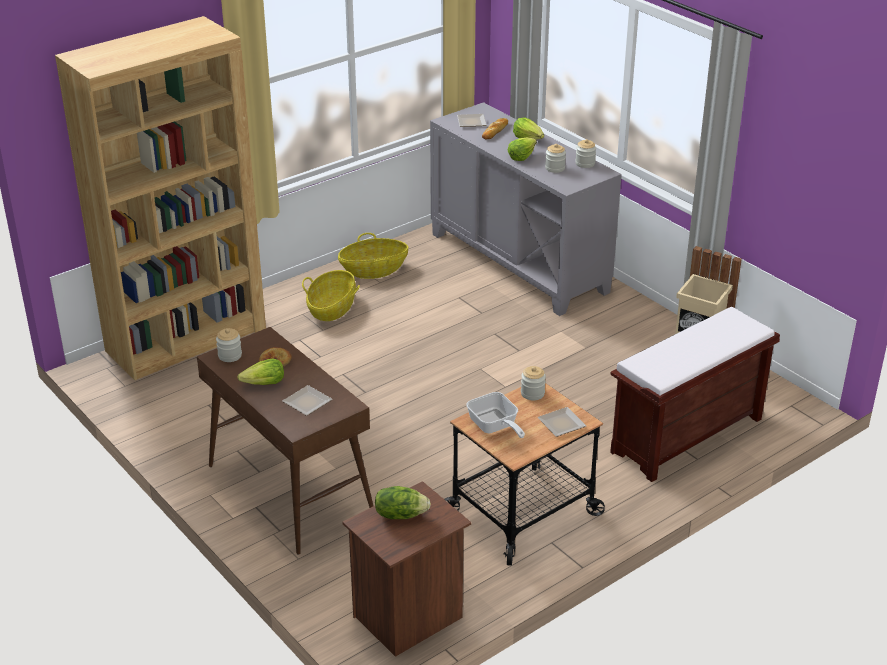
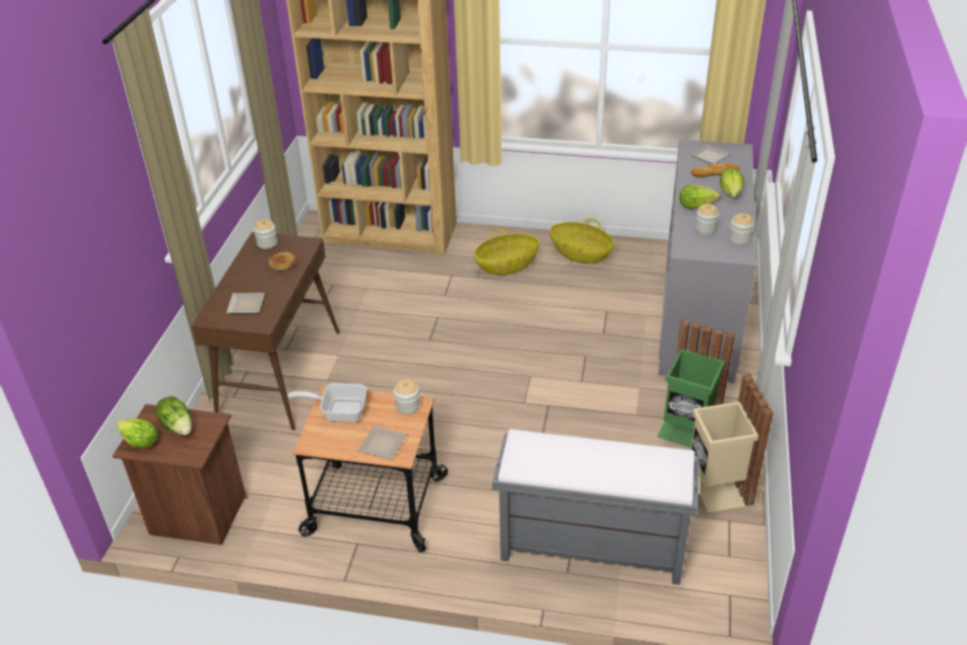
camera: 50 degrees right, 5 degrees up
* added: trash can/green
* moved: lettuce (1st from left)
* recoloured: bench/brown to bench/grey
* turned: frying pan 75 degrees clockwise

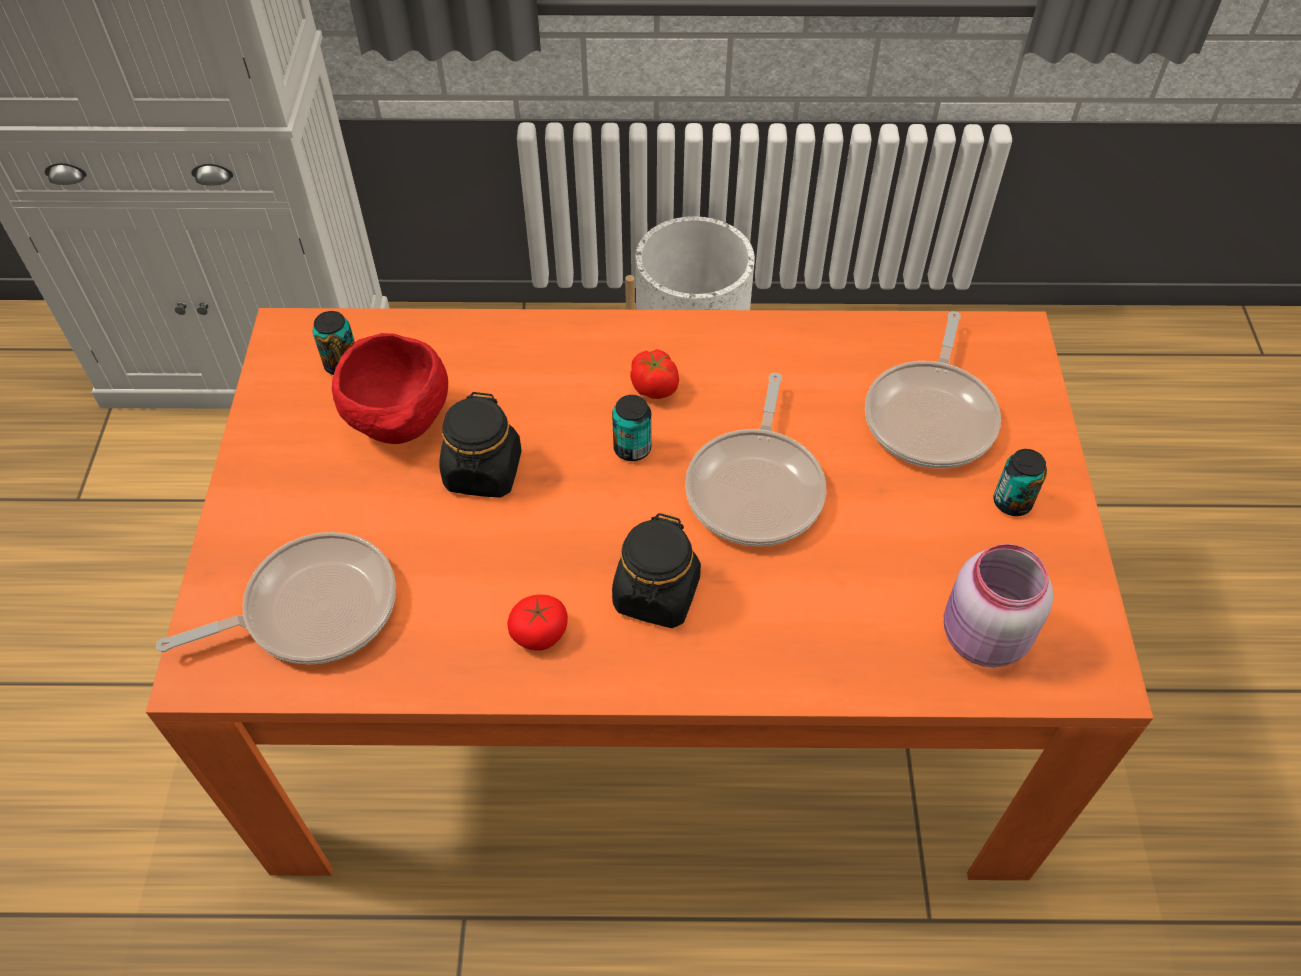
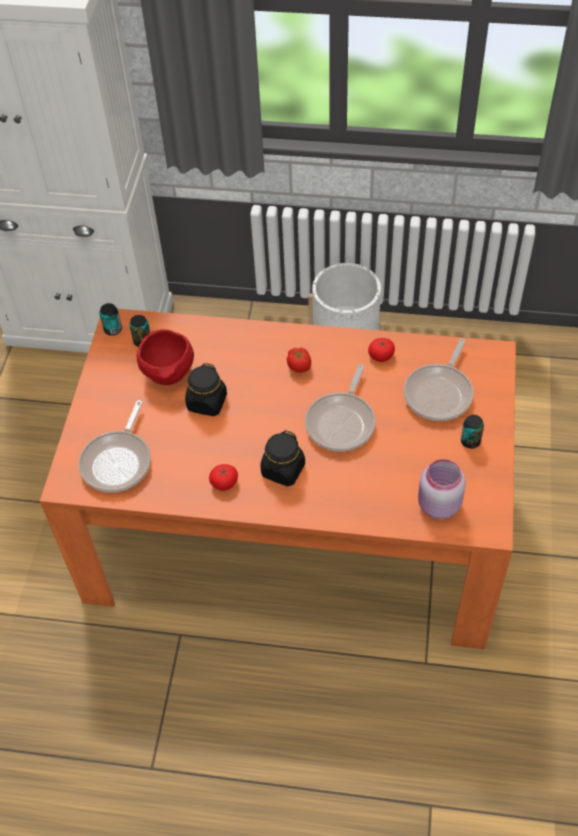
camera: 10 degrees right, 0 degrees up
* added: tomato (3rd from left)
* moved: can (2nd from left in the first image) to can (1st from left)
* turned: frying pan (1st from left) 120 degrees clockwise

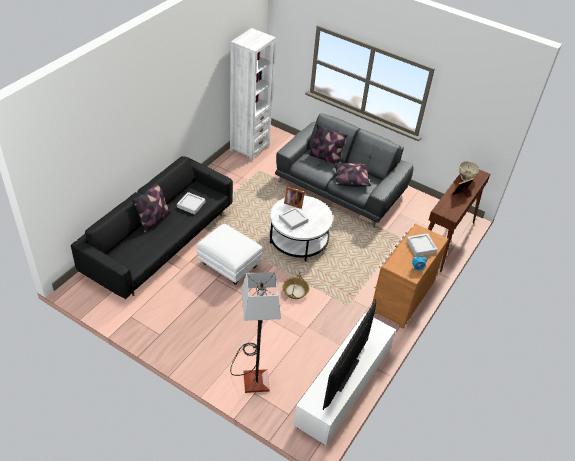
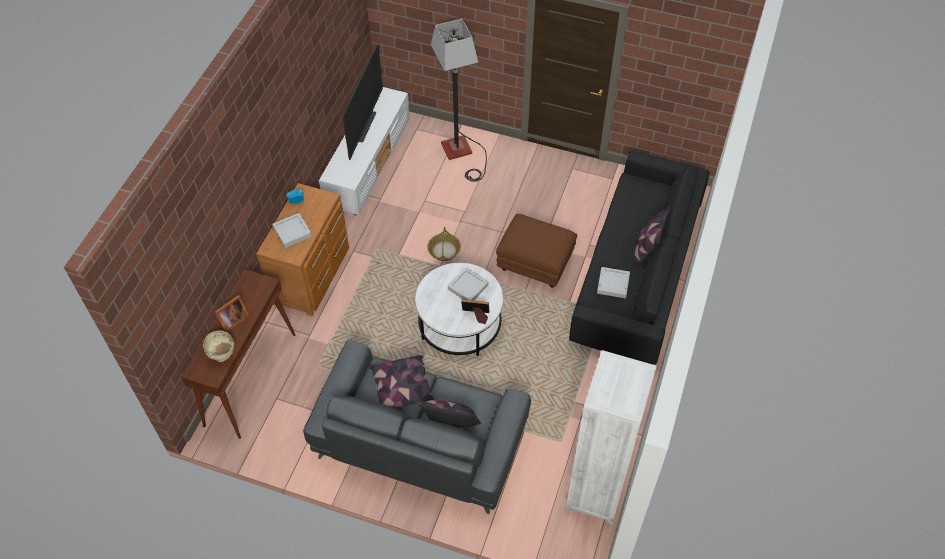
camera: 170 degrees right, 10 degrees up
* recoloured: ottoman/white to ottoman/brown

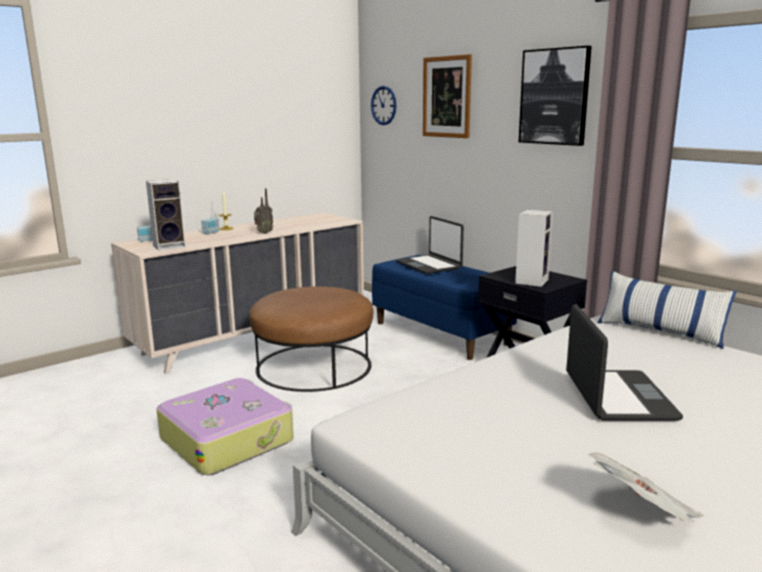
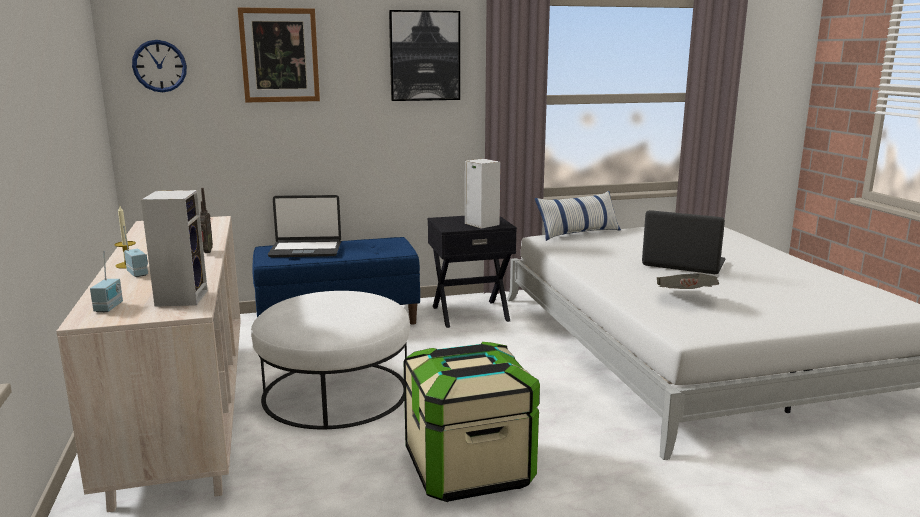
camera: 65 degrees left, 0 degrees up
* moved: newspaper
* replaced: suitcase to storage box
* recoloured: ottoman/brown to ottoman/white

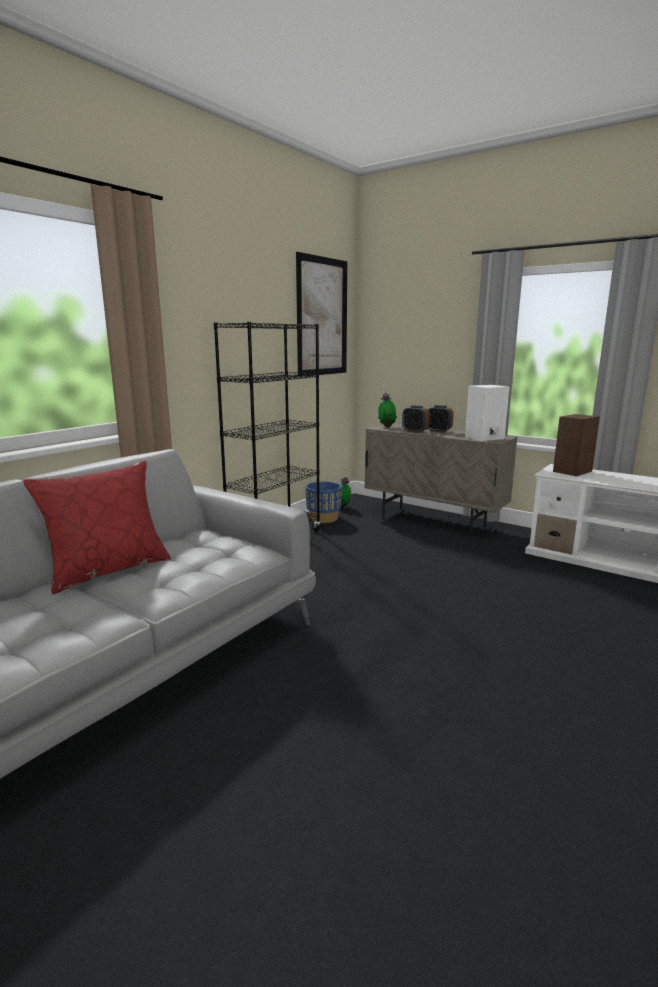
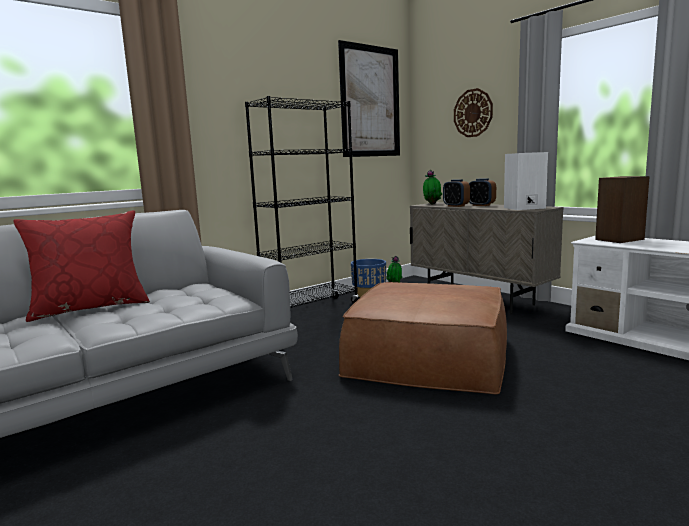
camera: 15 degrees right, 5 degrees down
* added: ottoman/brown
* added: wall clock

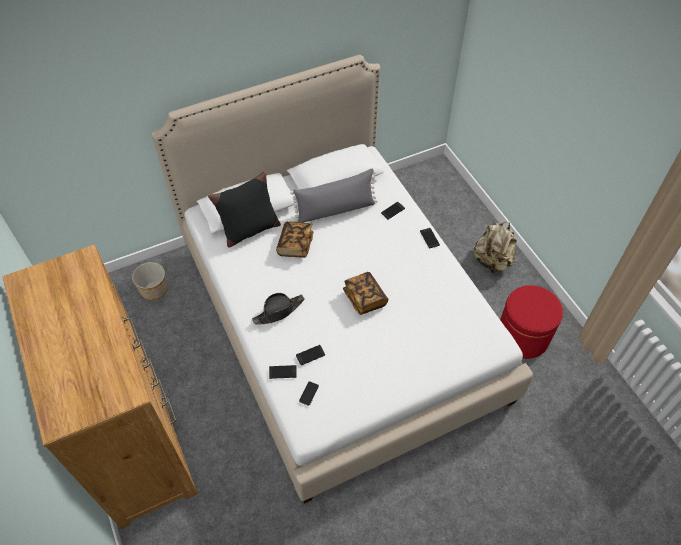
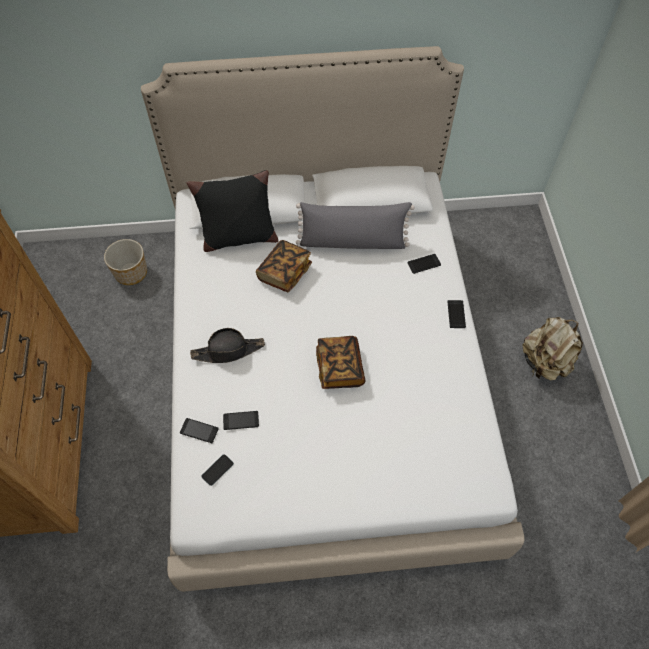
camera: 20 degrees right, 5 degrees up
* removed: ottoman/red

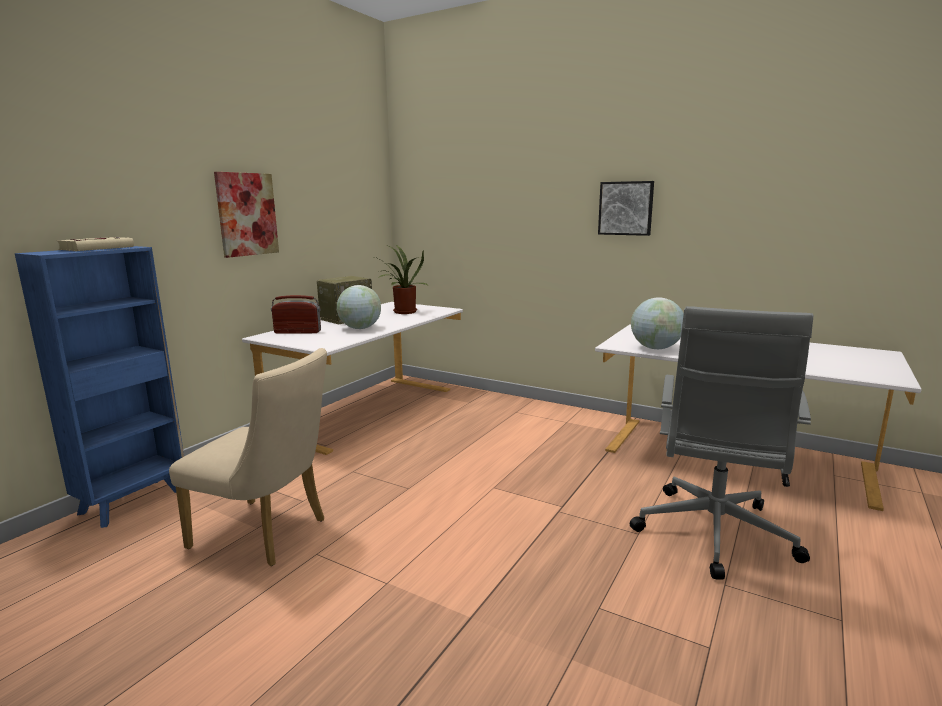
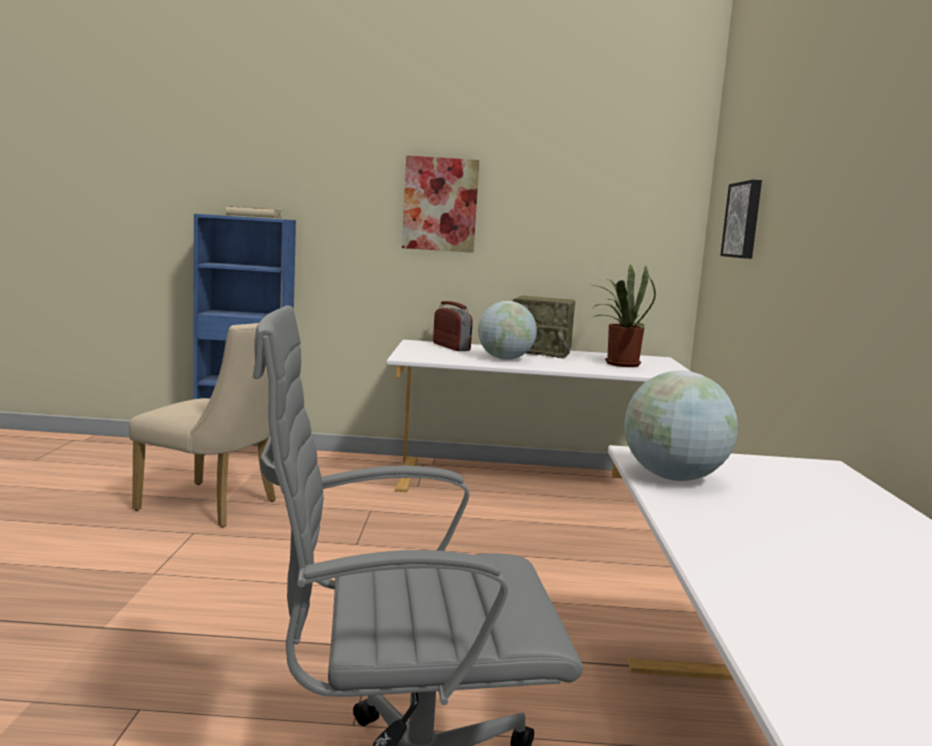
camera: 60 degrees right, 5 degrees down
* moved: picture (2nd from left)
* turned: chair/beige 60 degrees counterclockwise

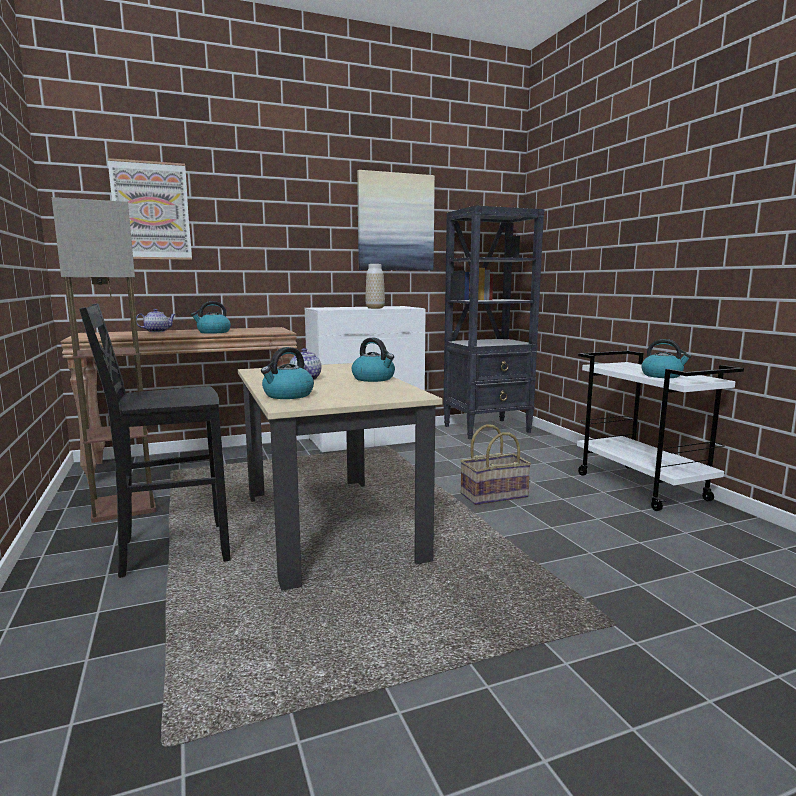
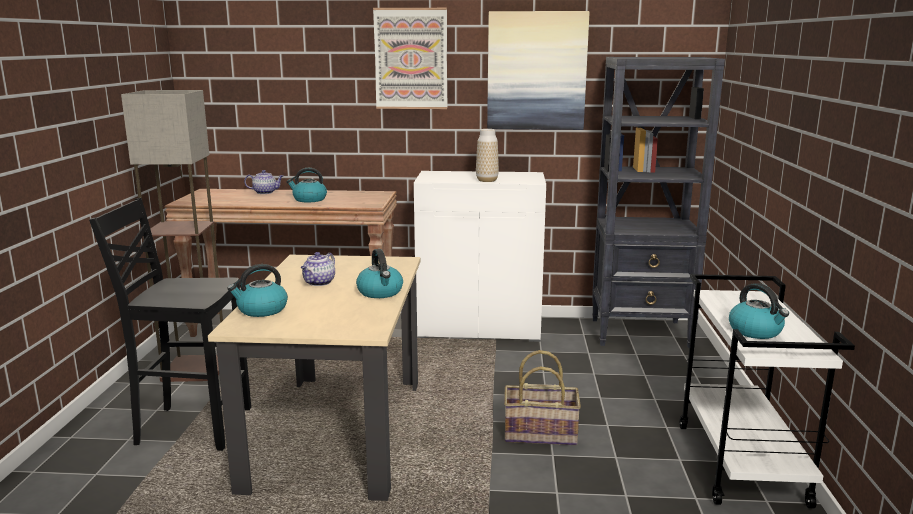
camera: 25 degrees right, 5 degrees up
* moved: picture (1st from left)

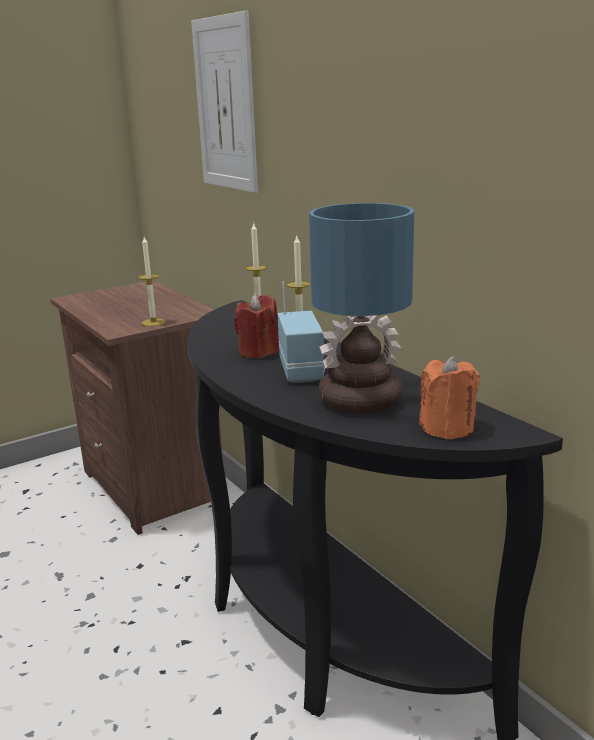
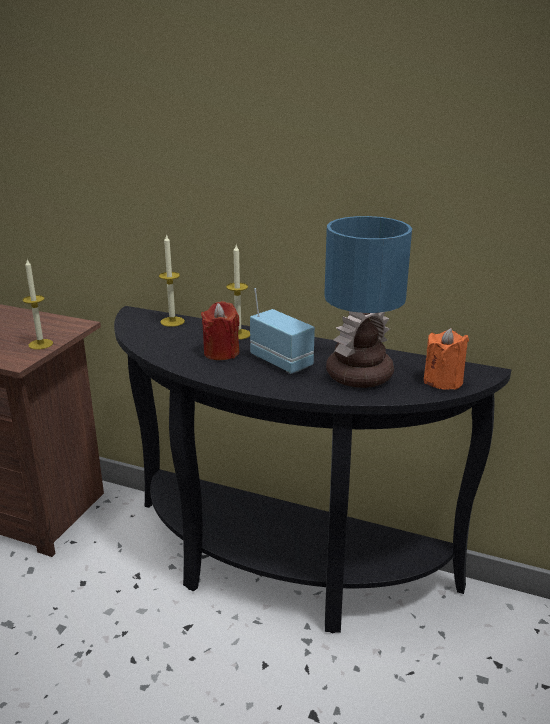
camera: 35 degrees left, 5 degrees up
* removed: picture

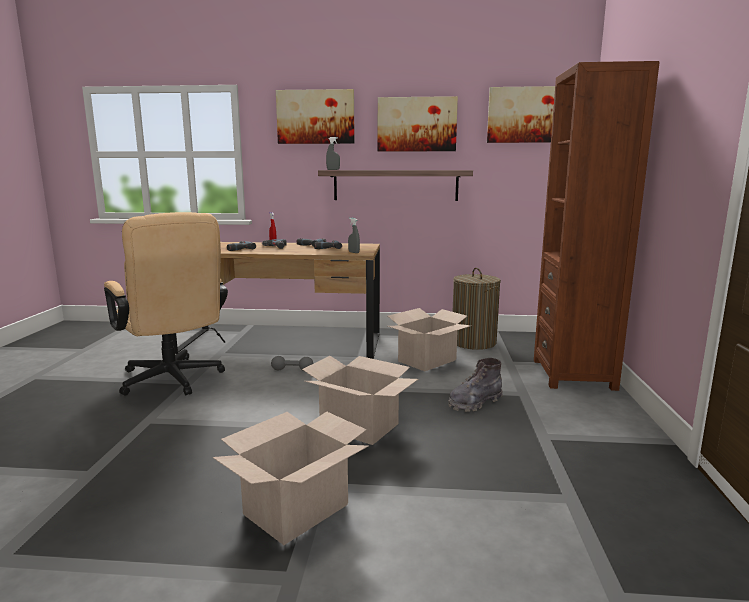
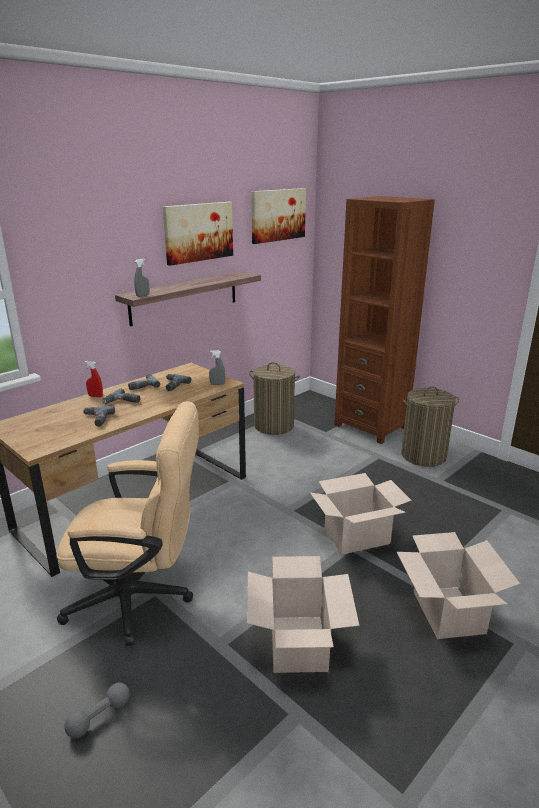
camera: 50 degrees left, 10 degrees up
* removed: picture (1st from left)
* removed: boot/grey
* added: laundry basket (2nd from left)
* moved: dumbbell/grey
* moved: cardboard box (3rd from left in the first image) to cardboard box (1st from left)

